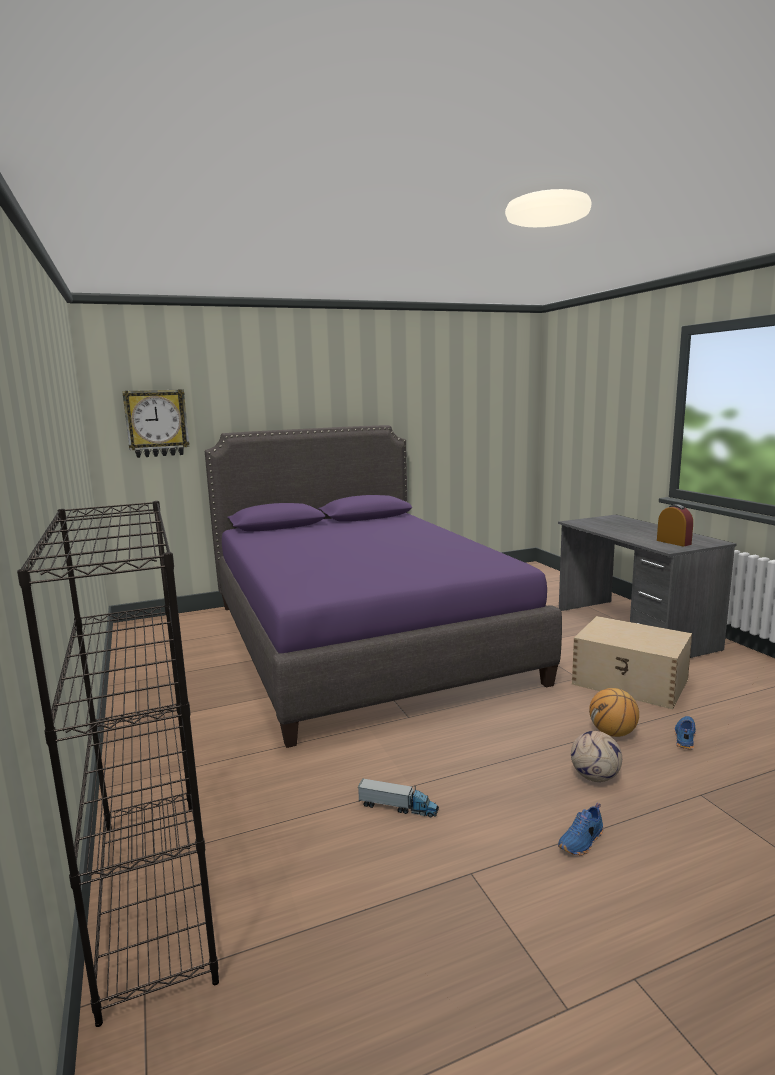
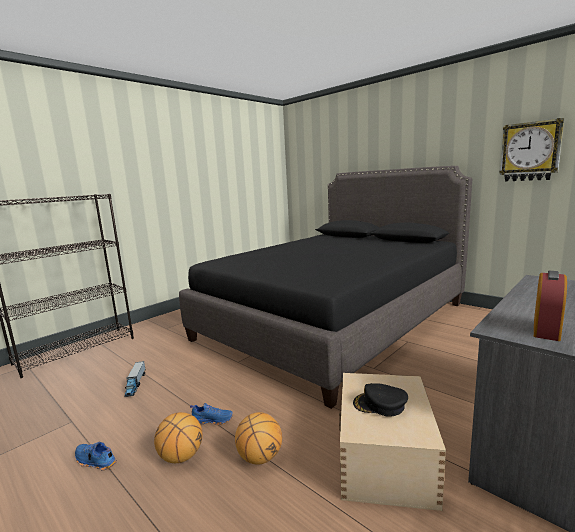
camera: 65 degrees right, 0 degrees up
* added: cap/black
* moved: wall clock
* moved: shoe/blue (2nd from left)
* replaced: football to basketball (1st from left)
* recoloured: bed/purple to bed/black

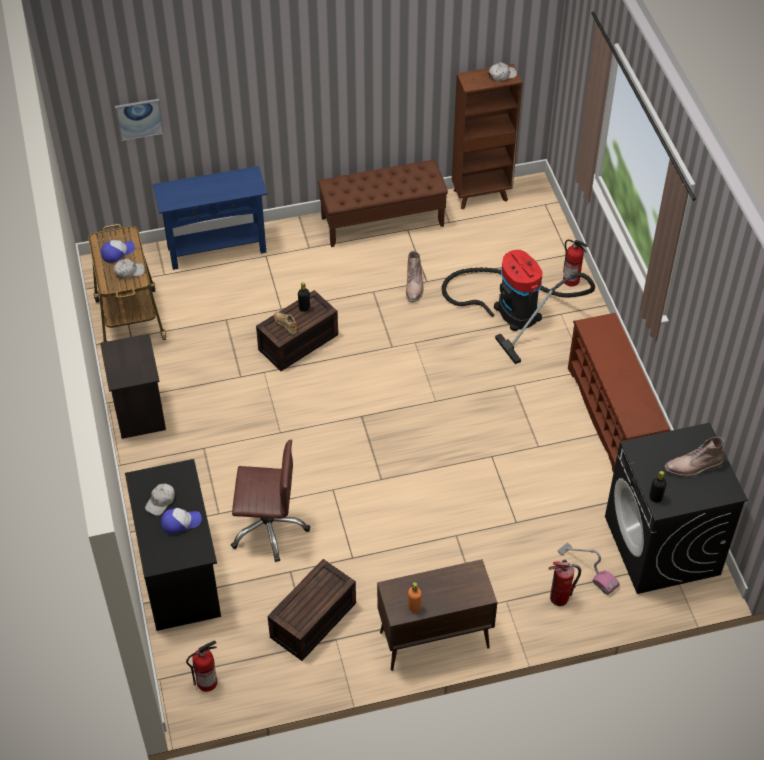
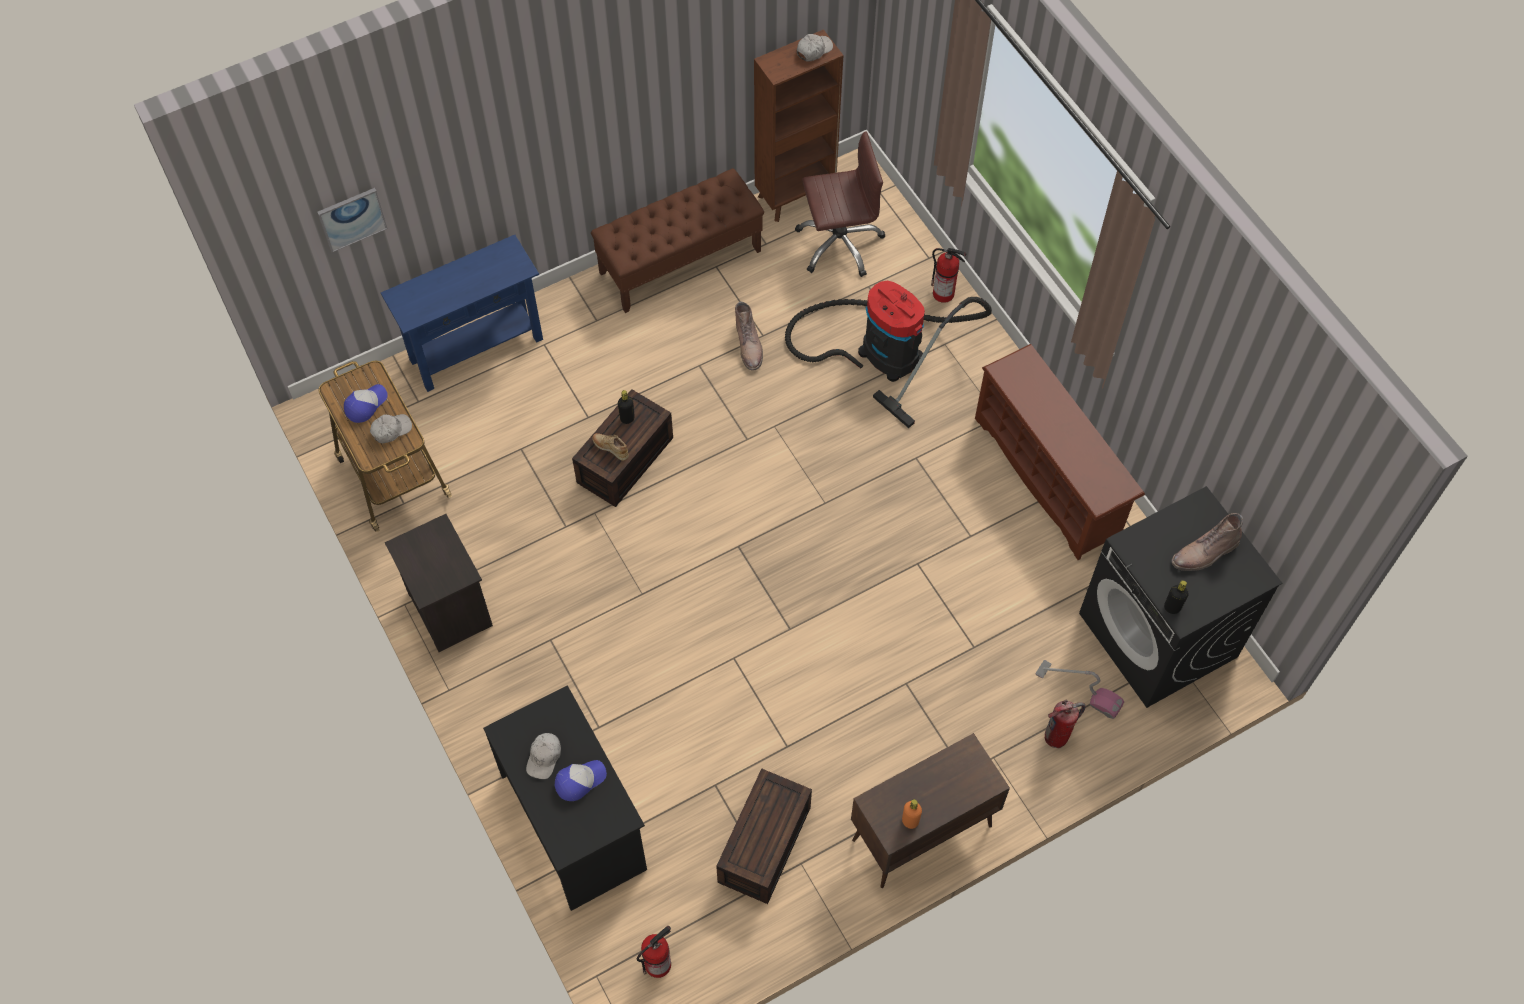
camera: 15 degrees left, 10 degrees up
* moved: office chair/brown

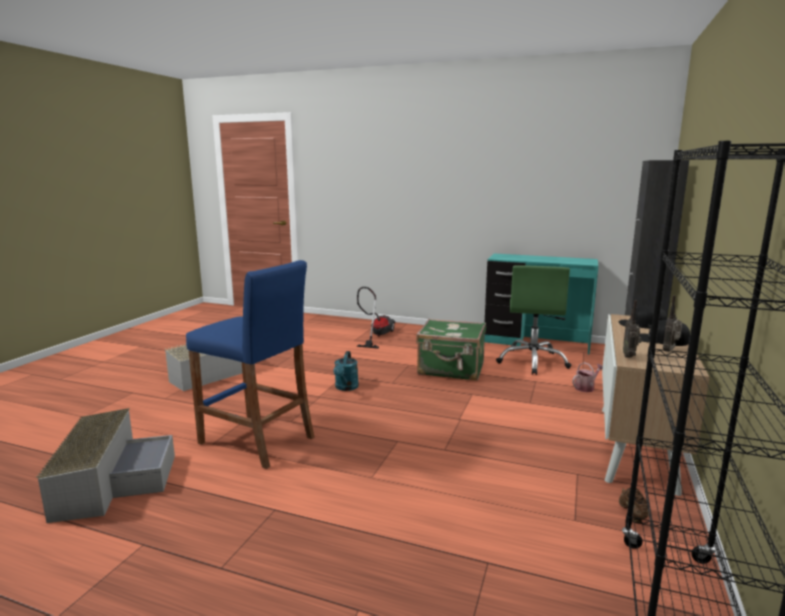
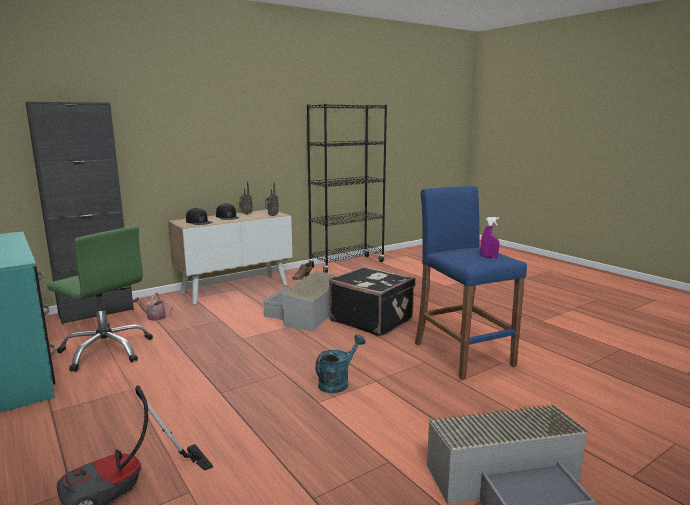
camera: 145 degrees left, 0 degrees up
* removed: suitcase/green
* added: suitcase/black
* added: spray bottle/purple
* moved: storage box/grey (1st from left)
* turned: office chair/green 75 degrees clockwise

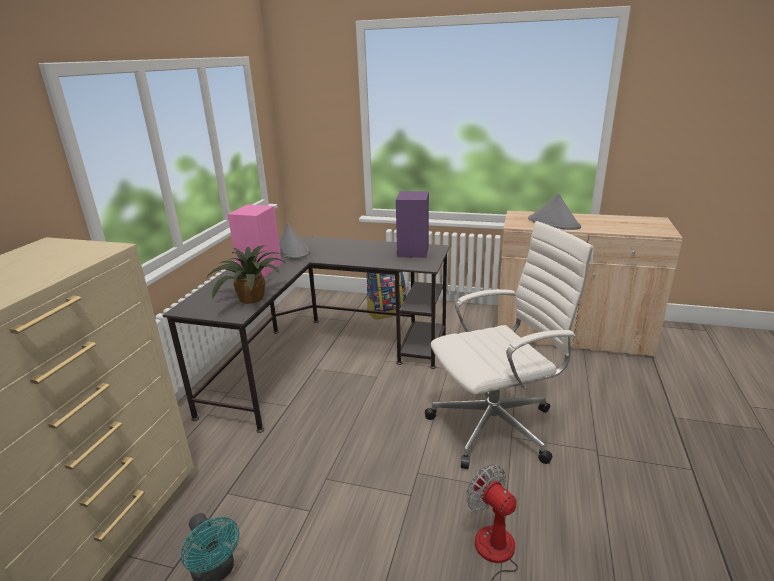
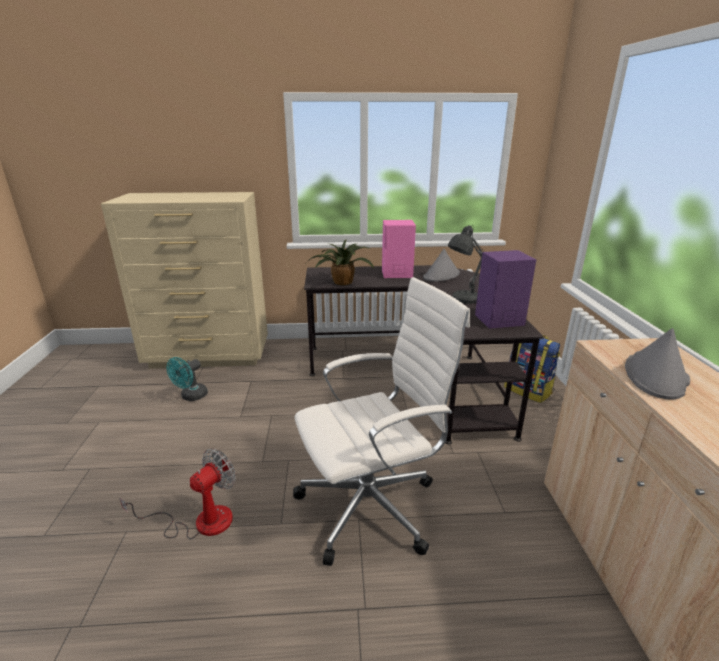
camera: 70 degrees right, 0 degrees up
* added: table lamp/grey
* turned: office chair/white 75 degrees counterclockwise

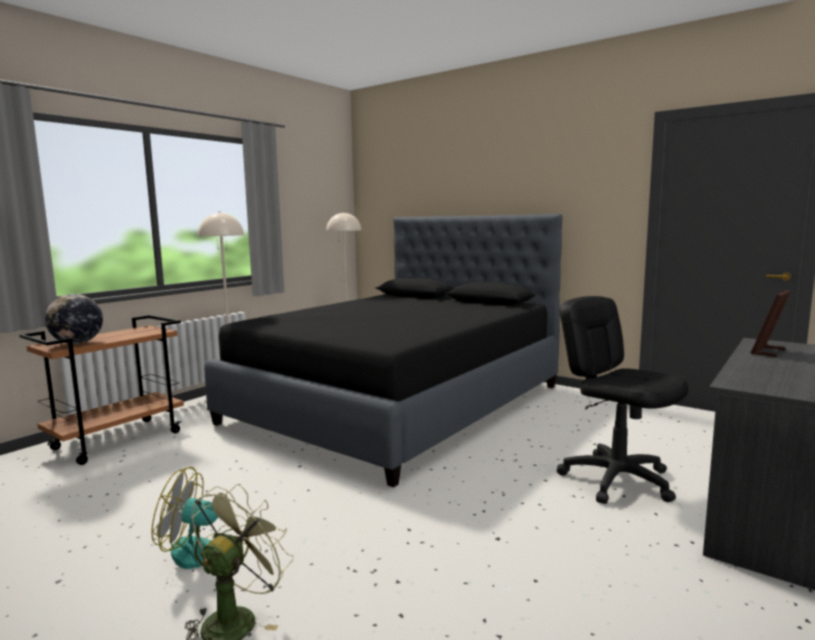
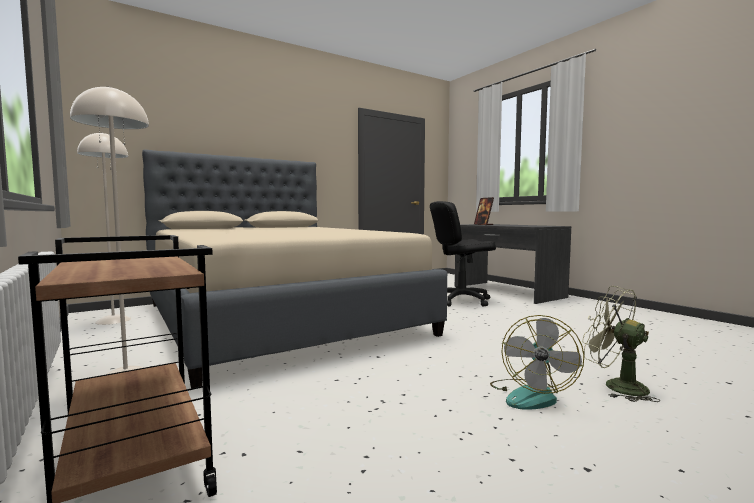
camera: 70 degrees left, 5 degrees down
* removed: globe
* recoloured: bed/black to bed/beige

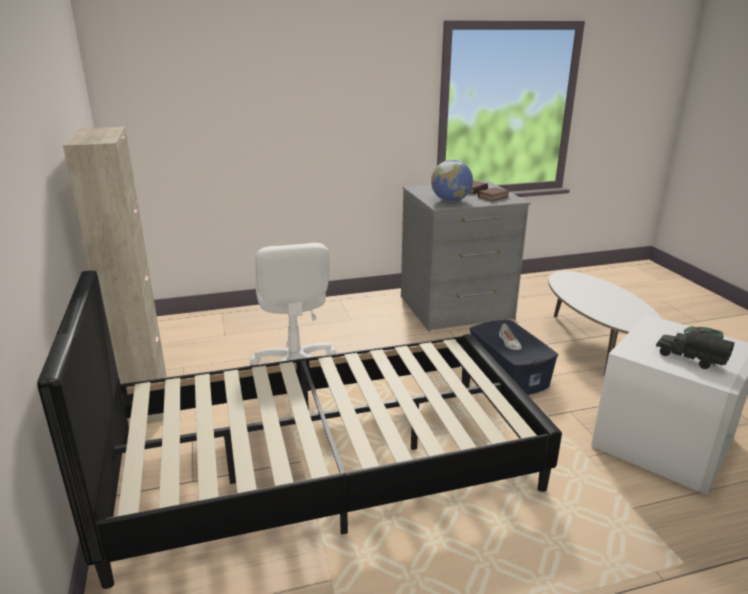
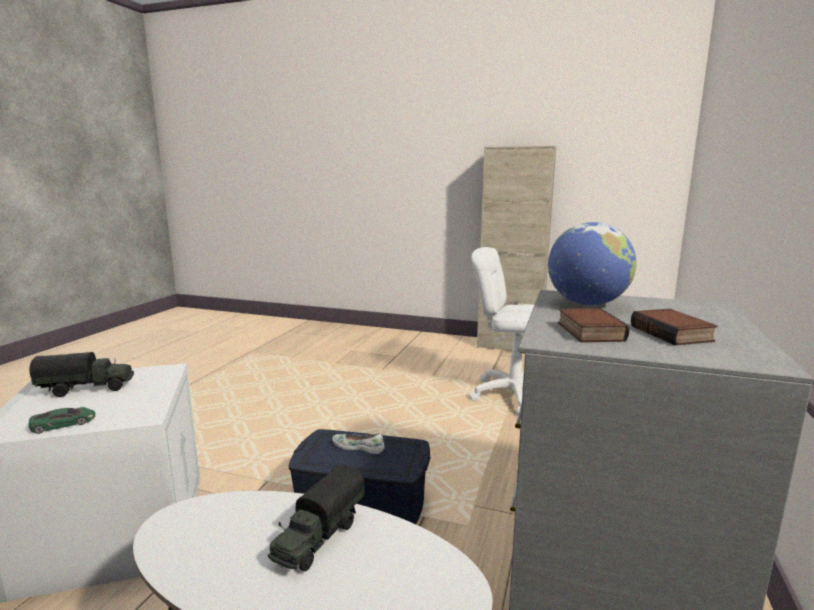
camera: 125 degrees right, 10 degrees down
* removed: bed/black
* added: toy truck (2nd from left)

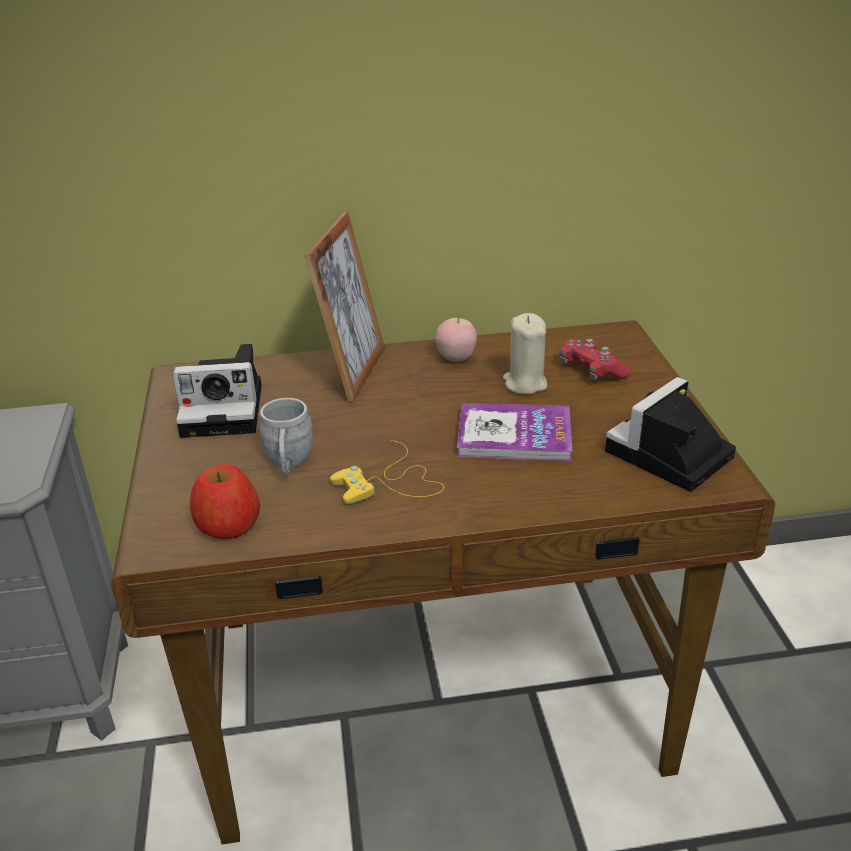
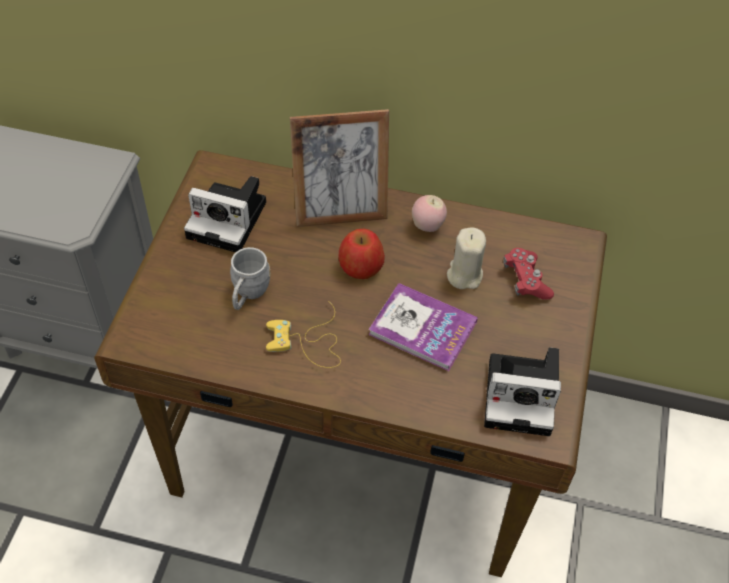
camera: 20 degrees right, 20 degrees up
* moved: apple (1st from left)
* turned: picture frame 45 degrees clockwise
* turned: photo camera (2nd from left) 150 degrees counterclockwise

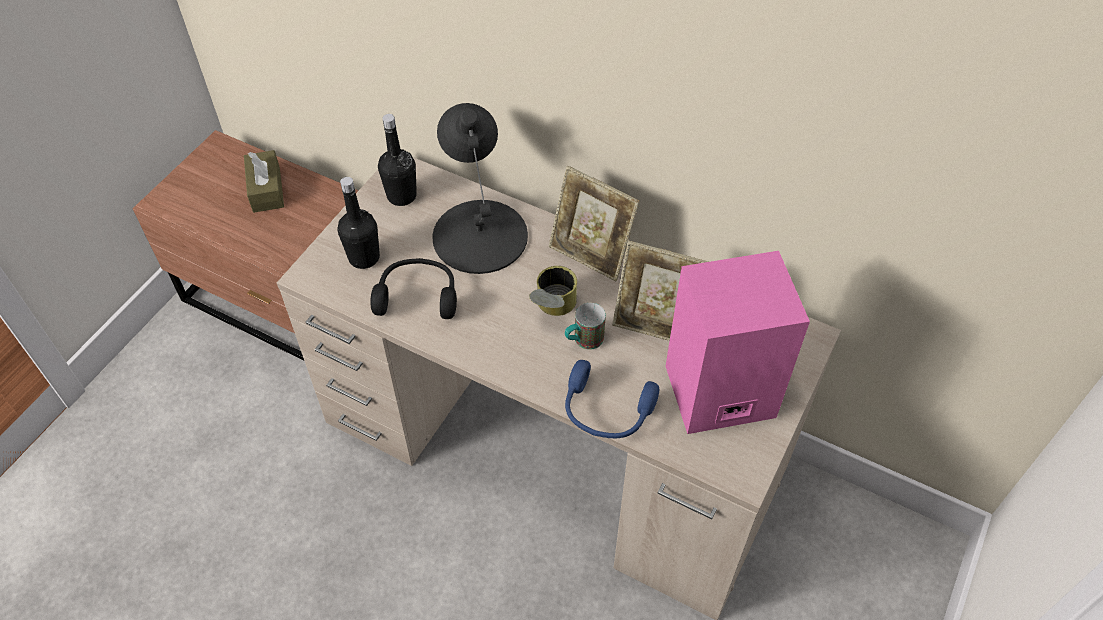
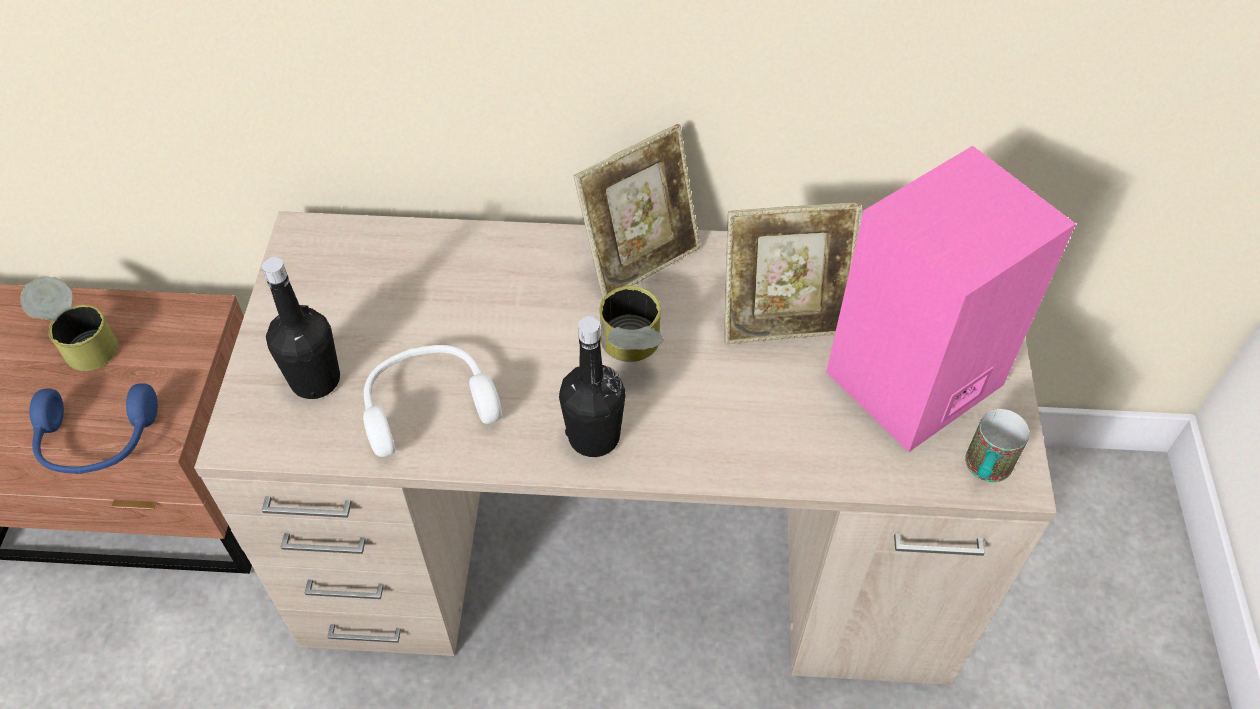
camera: 25 degrees left, 0 degrees up
* removed: table lamp/black
* moved: bottle/black (2nd from left)
* moved: mug
* moved: headphones/blue
* replaced: tissue box/brown to can (1st from left)
* recoloured: headphones/black to headphones/white
* turned: picture frame (1st from left) 45 degrees counterclockwise

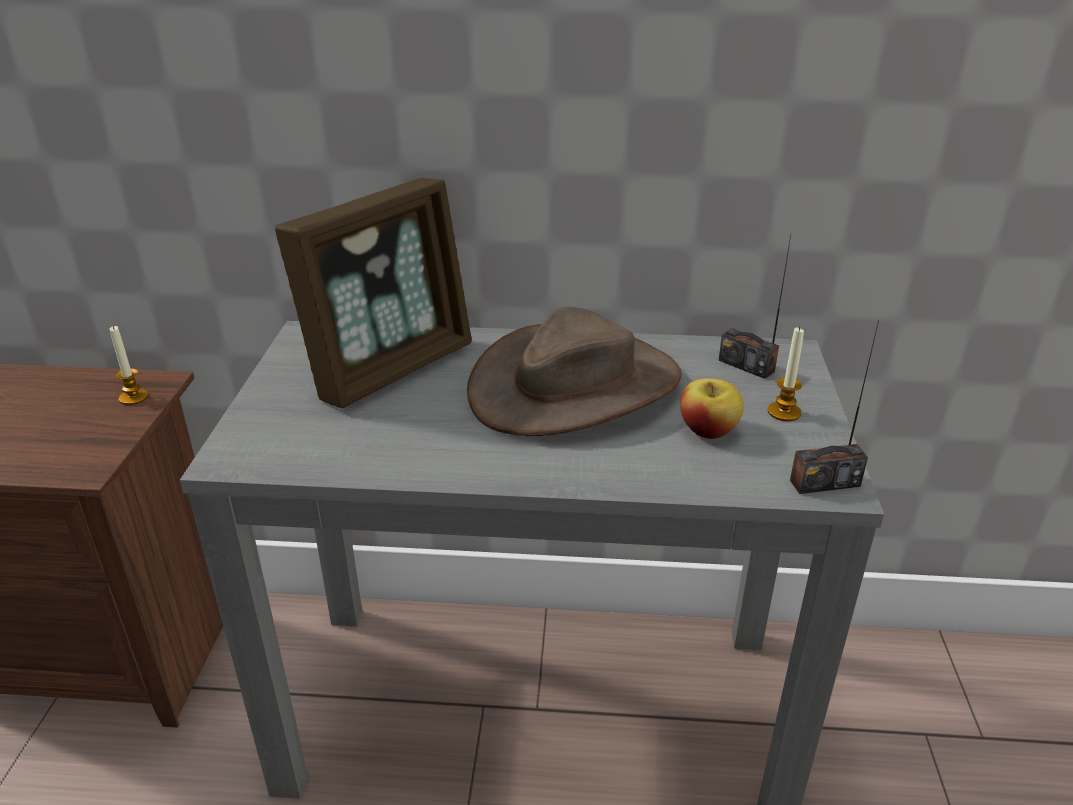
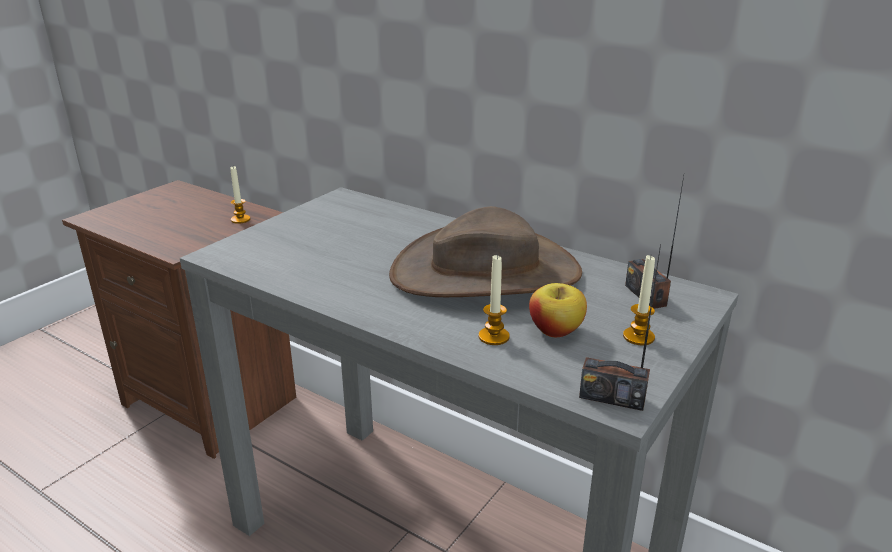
camera: 30 degrees right, 5 degrees down
* removed: picture frame
* added: candle (2nd from left)

